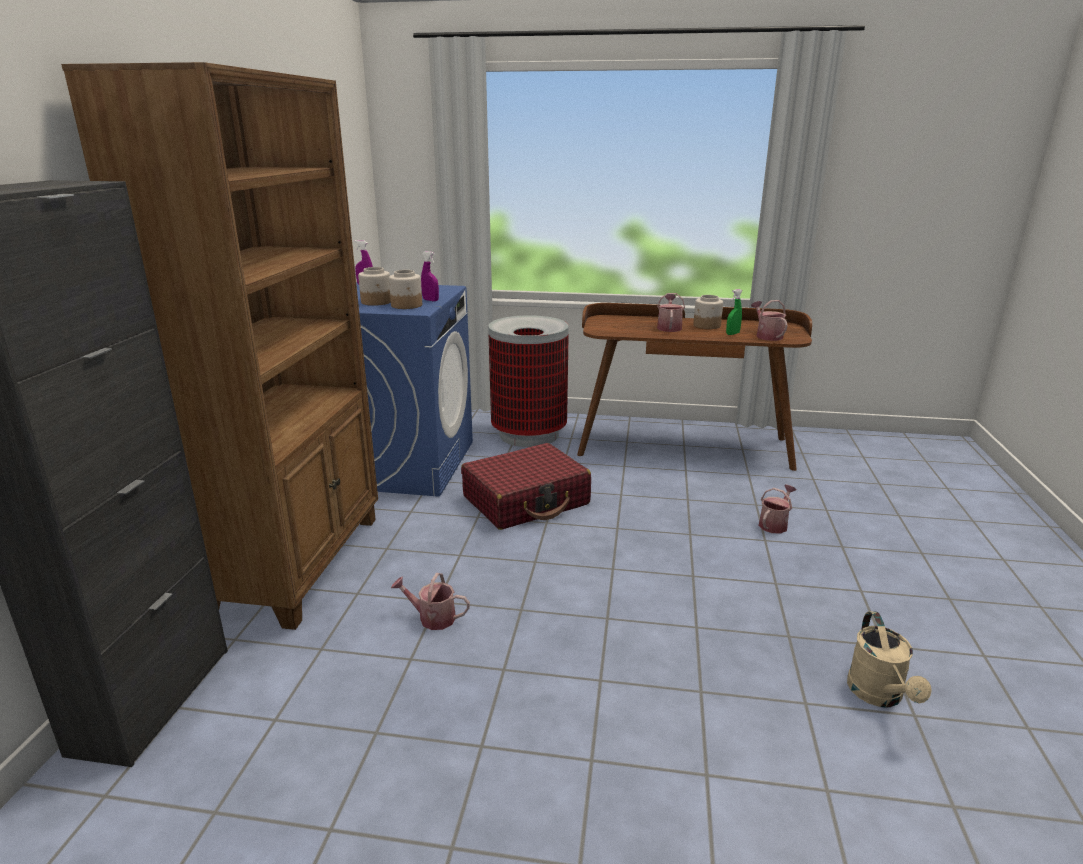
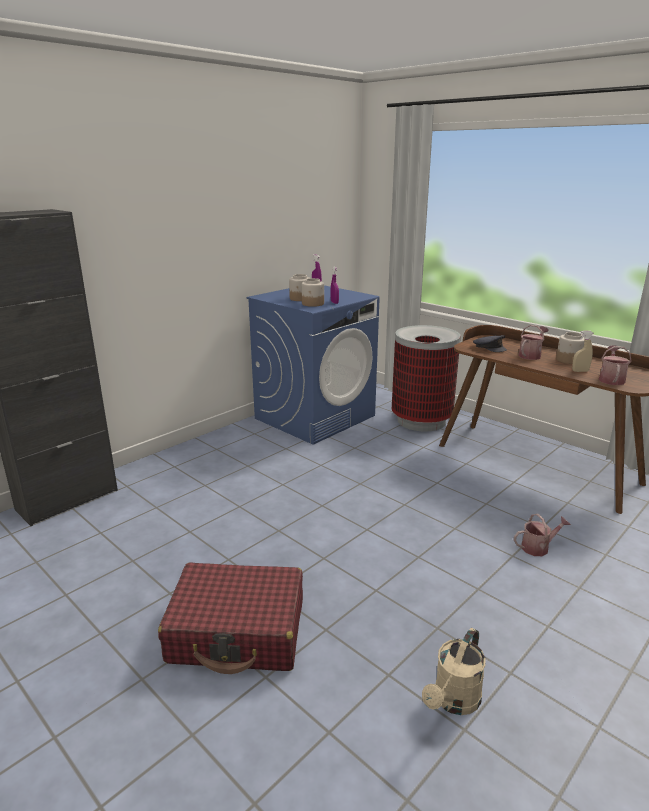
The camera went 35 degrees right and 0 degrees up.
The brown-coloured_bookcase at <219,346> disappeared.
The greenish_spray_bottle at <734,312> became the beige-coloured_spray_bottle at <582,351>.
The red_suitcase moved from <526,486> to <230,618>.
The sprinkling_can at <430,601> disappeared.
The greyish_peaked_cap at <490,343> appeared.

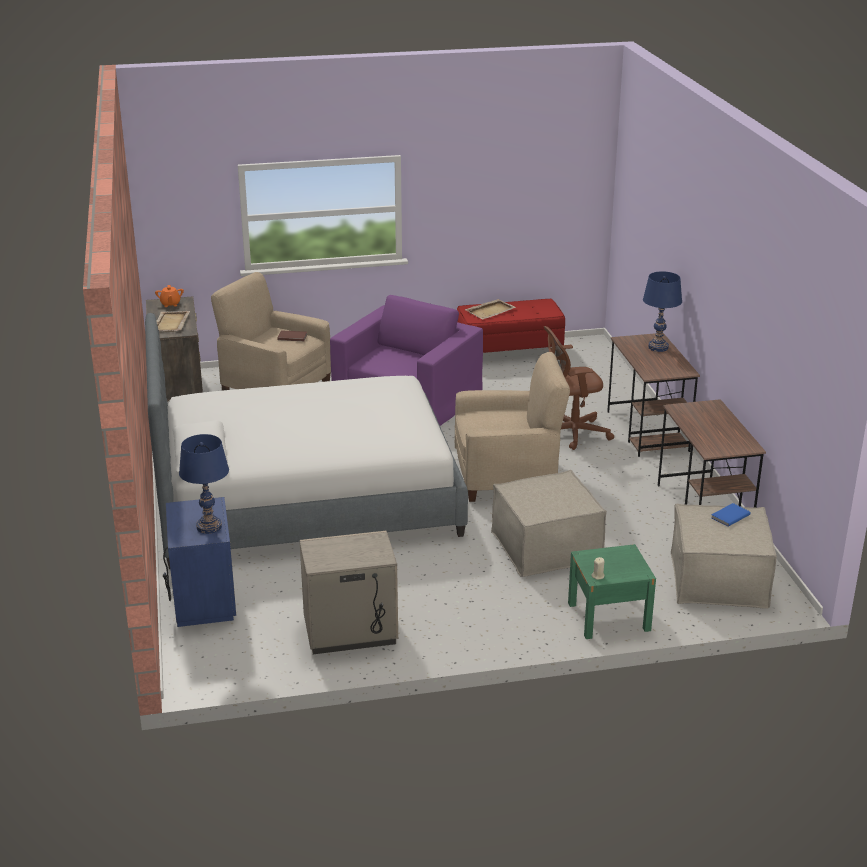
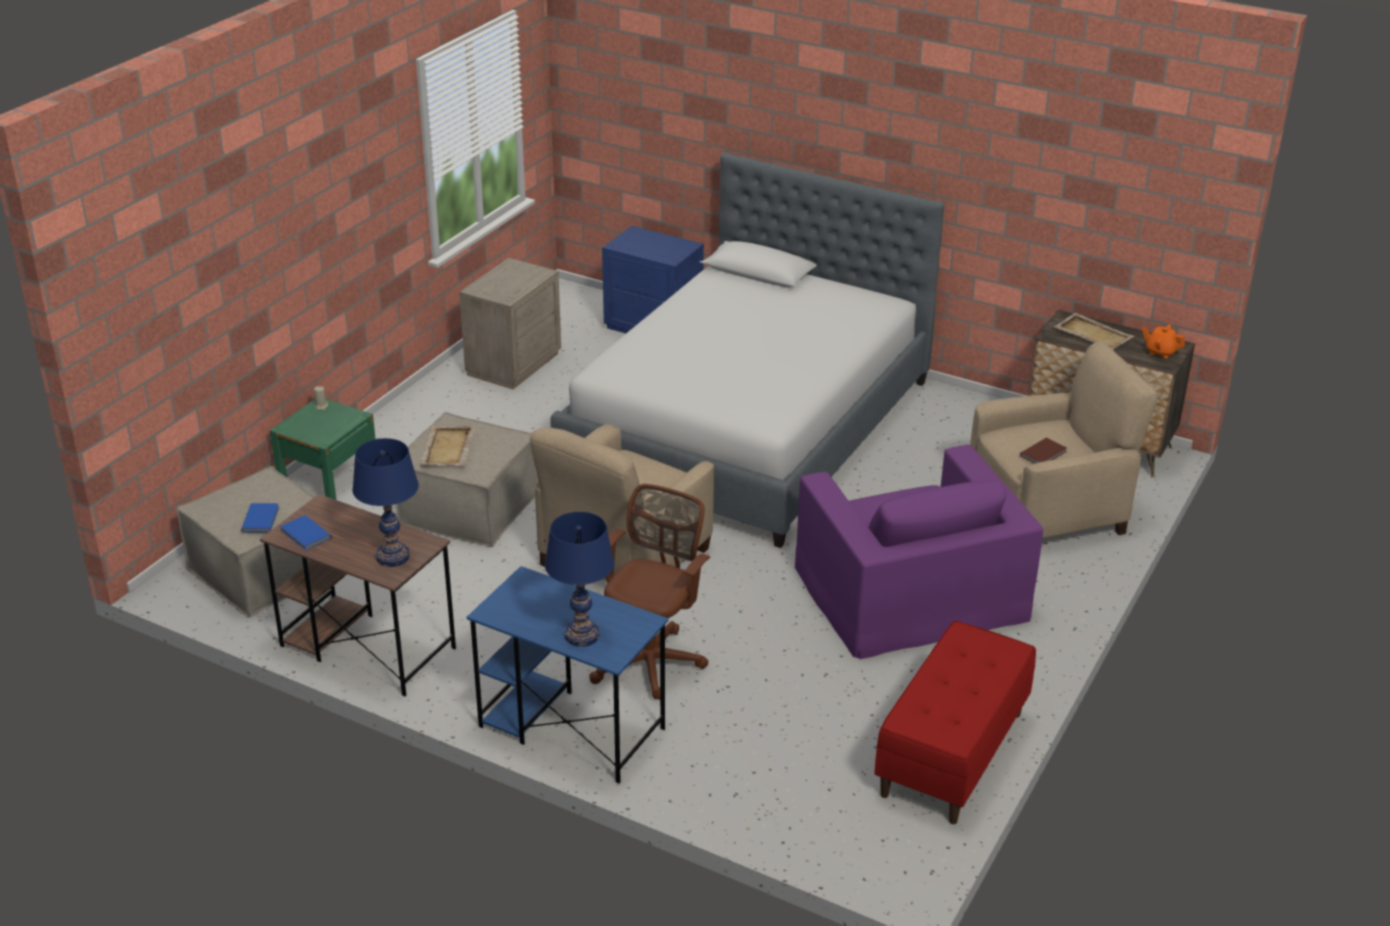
The camera went 130 degrees right and 5 degrees up.
The beige-coloured_tray moved from <490,309> to <447,446>.
The brown-coloured_desk_unit at <653,395> became the blue-coloured_desk_unit at <567,675>.
The blue-coloured_lamp_for_a_table moved from <204,484> to <385,502>.
The blue-coloured_bound_book at <306,533> appeared.

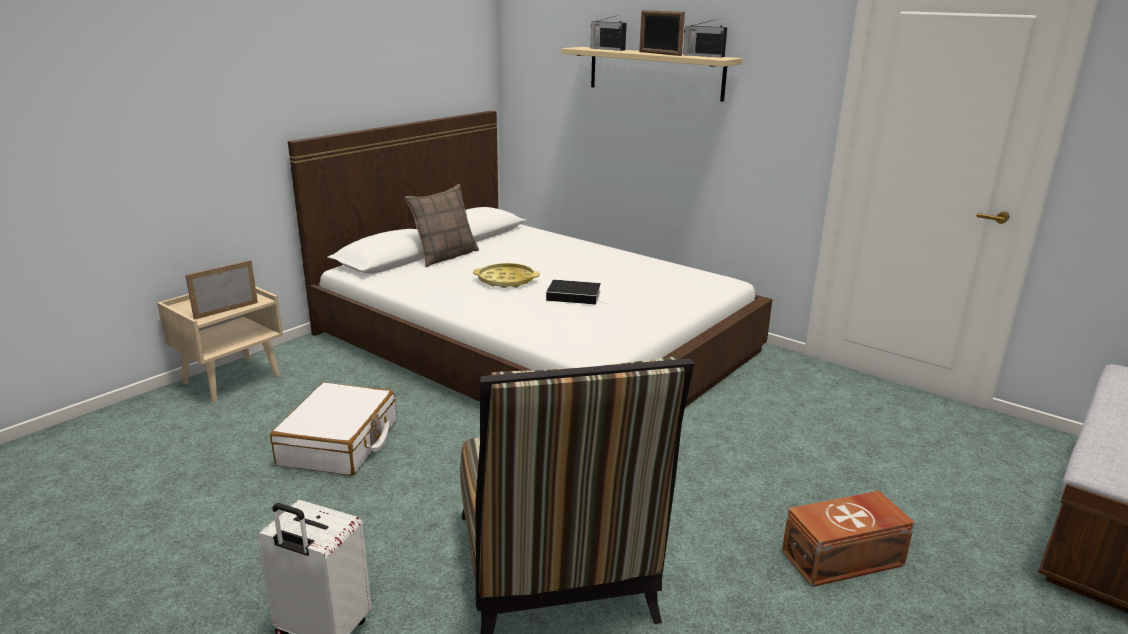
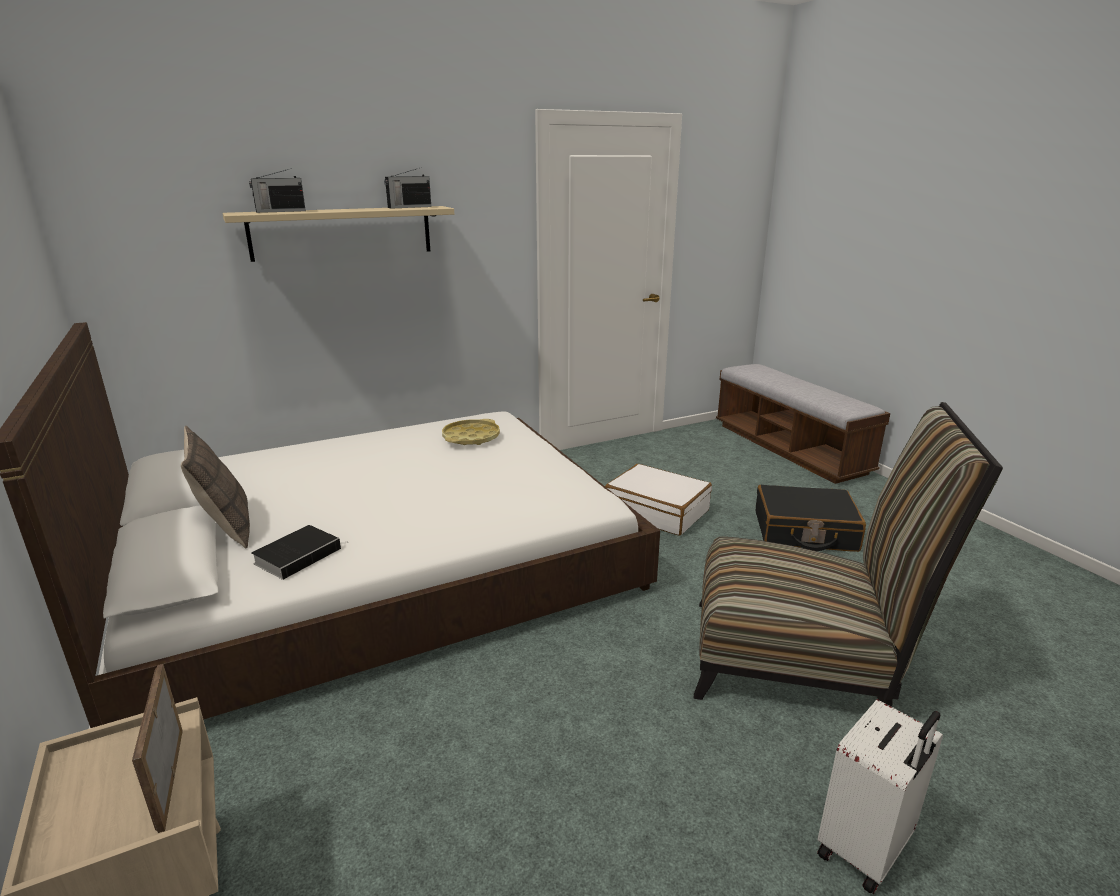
The camera went 65 degrees left and 0 degrees up.
The picture_frame at <662,33> disappeared.
The yellow-coloured_tray moved from <506,275> to <471,432>.
The bound_book moved from <575,292> to <299,552>.
The white_suitcase moved from <333,429> to <658,500>.
The brown-coloured_storage_container at <848,539> was replaced by the black_suitcase at <810,518>.

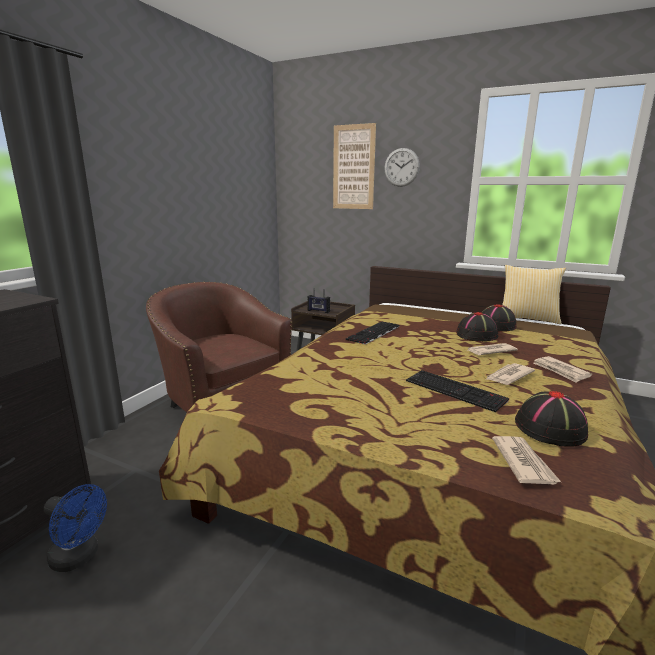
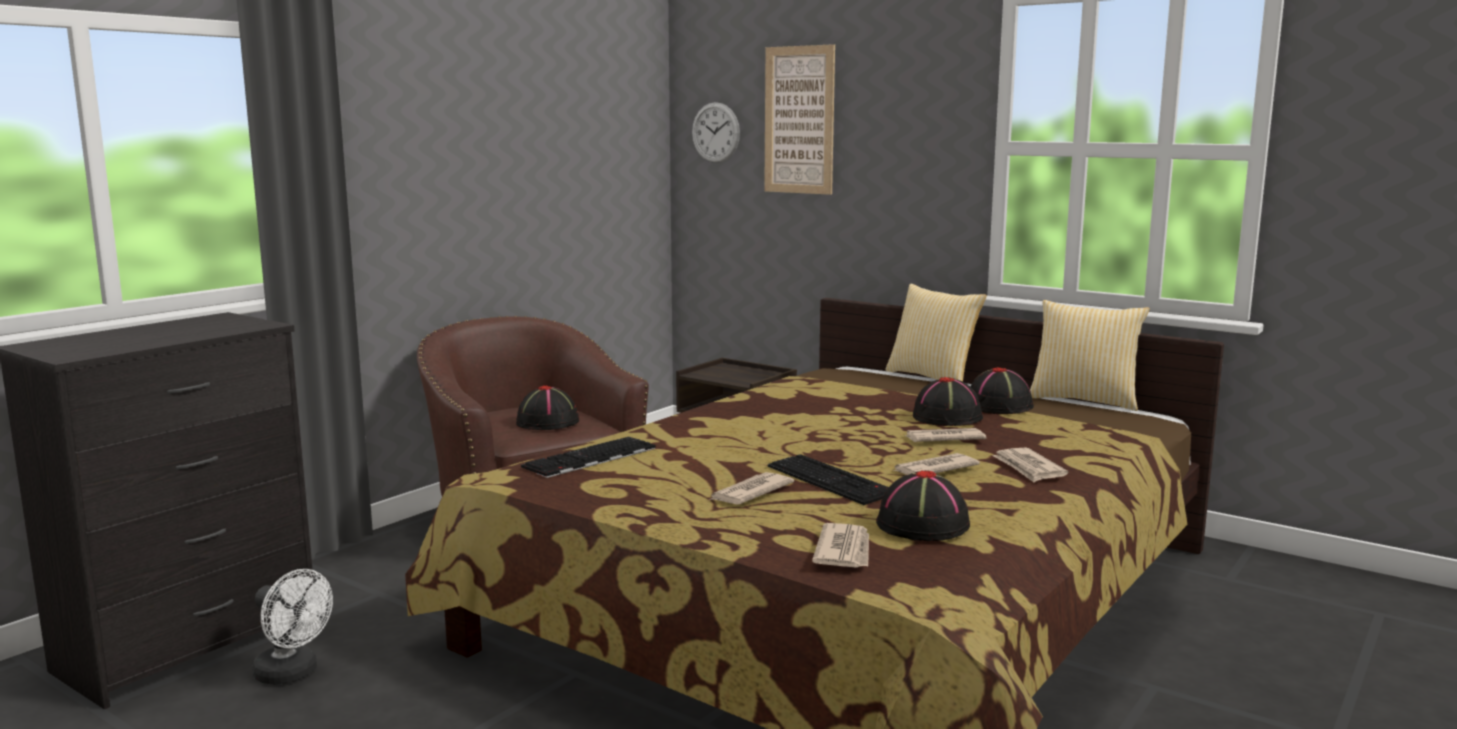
The camera went 10 degrees right and 5 degrees down.
The wall_clock moved from <402,167> to <716,132>.
The radio_receiver at <318,300> disappeared.
The keyboard moved from <372,333> to <588,457>.
The blue-coloured_cooling_fan at <75,528> became the white_cooling_fan at <292,627>.
The pillow at <936,333> appeared.
The black_hat at <547,407> appeared.
The printed_paper at <751,488> appeared.

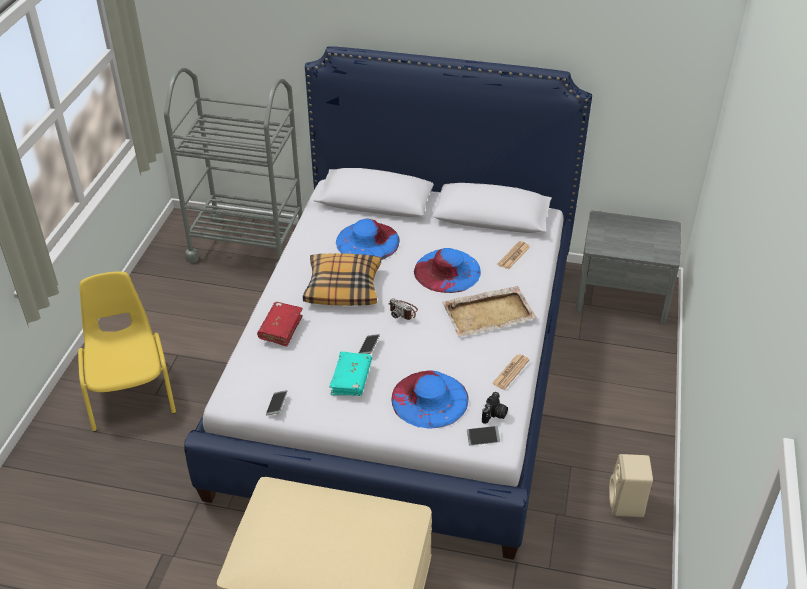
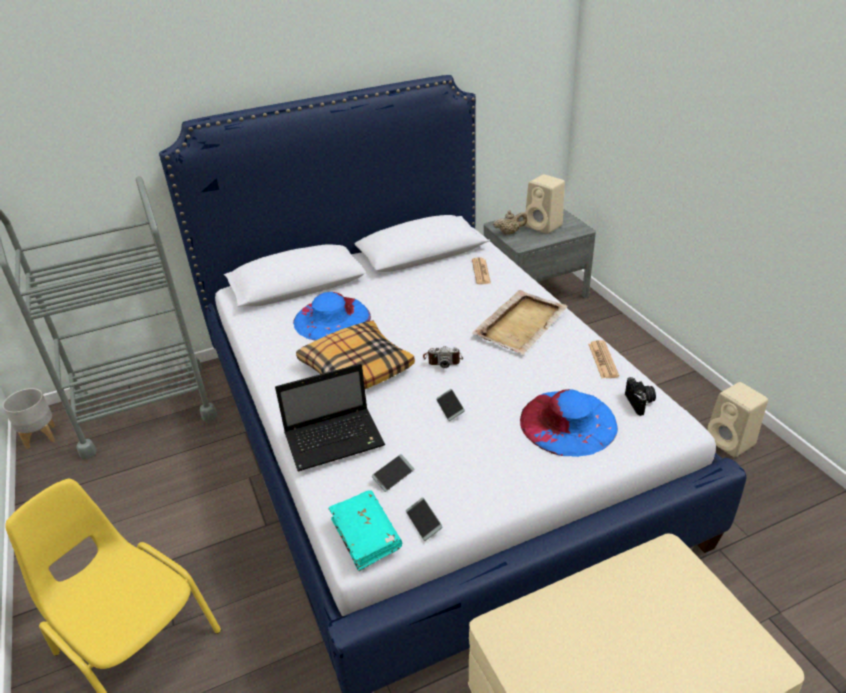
The camera went 35 degrees left and 5 degrees down.
The blue-coloured_hat at <447,270> disappeared.
The red_bound_book at <280,324> was replaced by the notebook_computer at <330,417>.
The blue-green_bound_book moved from <350,374> to <365,530>.
The phone moved from <483,435> to <393,473>.
The beige-coloured_audio_speaker at <545,204> appeared.
The beige-coloured_tea_pot at <510,223> appeared.
The greyish_planter at <29,418> appeared.

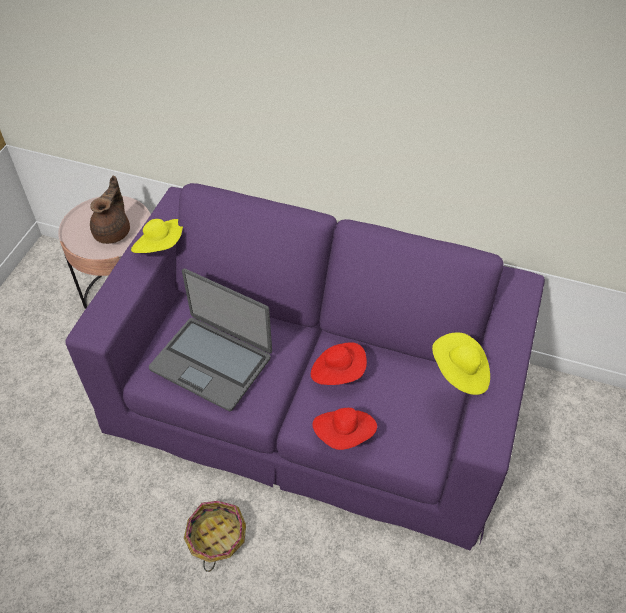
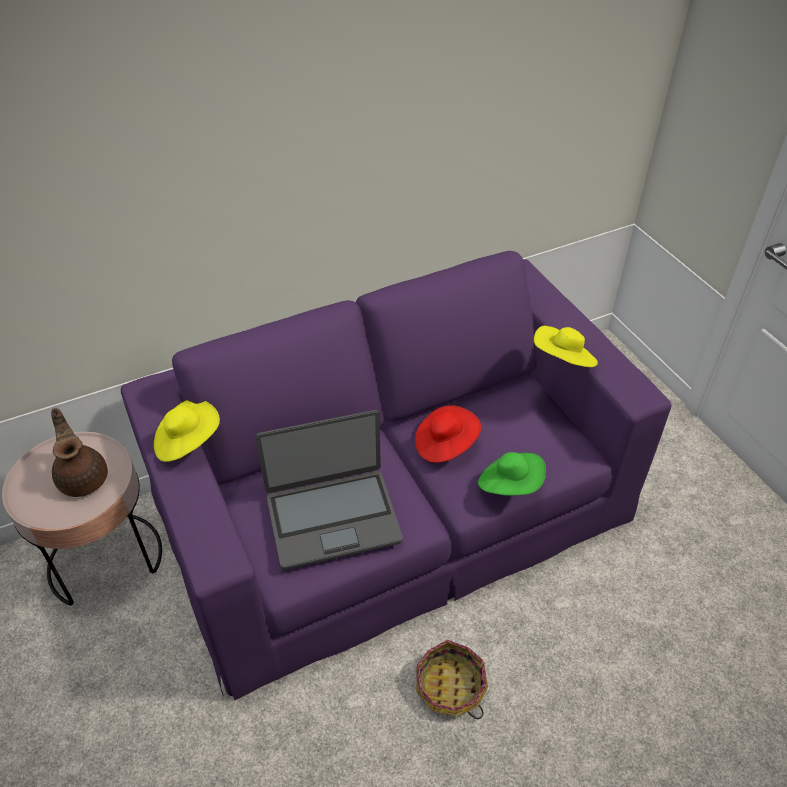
The camera went 45 degrees left and 5 degrees down.
The red_hat at <344,429> became the greenish_hat at <512,473>.

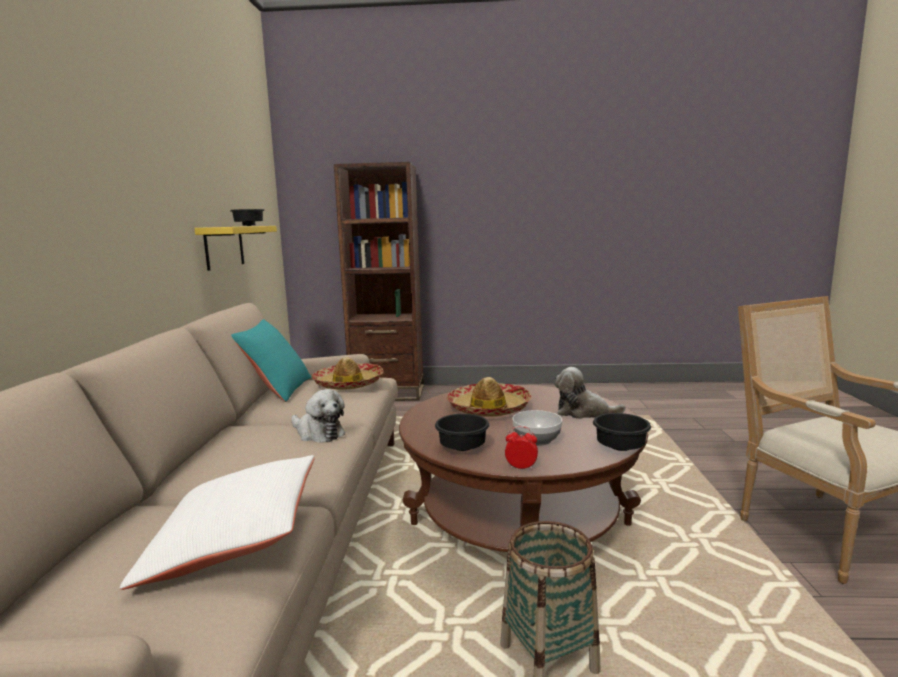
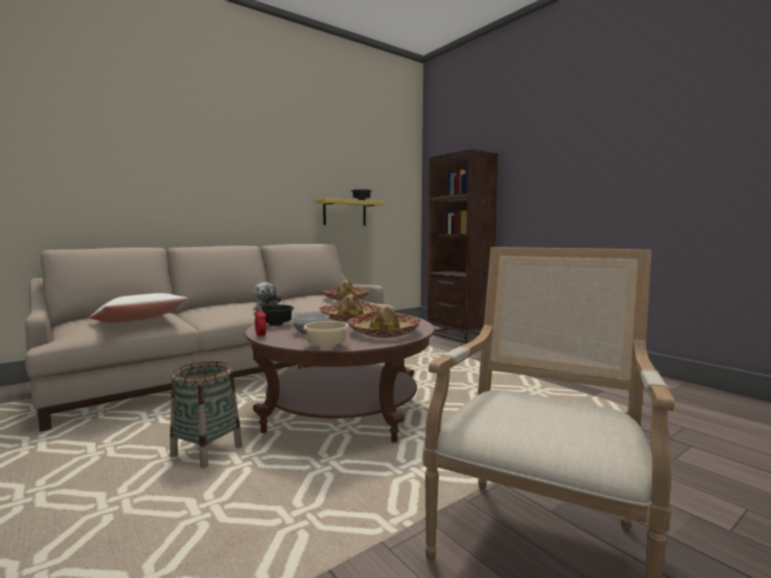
The camera went 50 degrees right and 5 degrees down.
The blue-green_pillow at <271,360> disappeared.
The cuddly_toy at <590,393> was replaced by the hat at <384,321>.
The black_deep_dish at <622,432> became the beige-coloured_deep_dish at <326,334>.

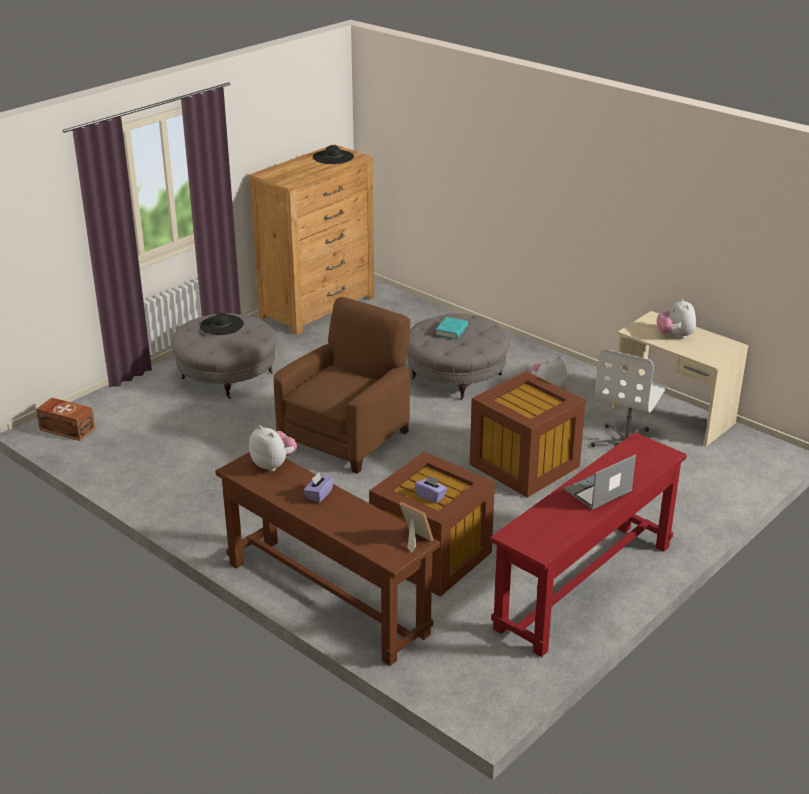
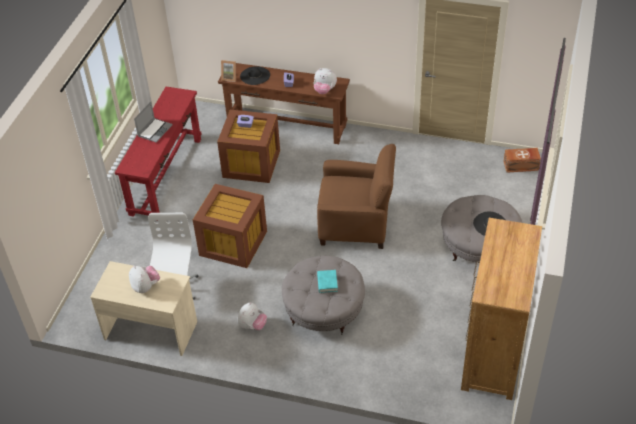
The camera went 155 degrees right and 15 degrees up.
The black_hat moved from <333,154> to <255,75>.
The brown-coloured_lounge_chair at <341,385> turned 90 degrees counterclockwise.

